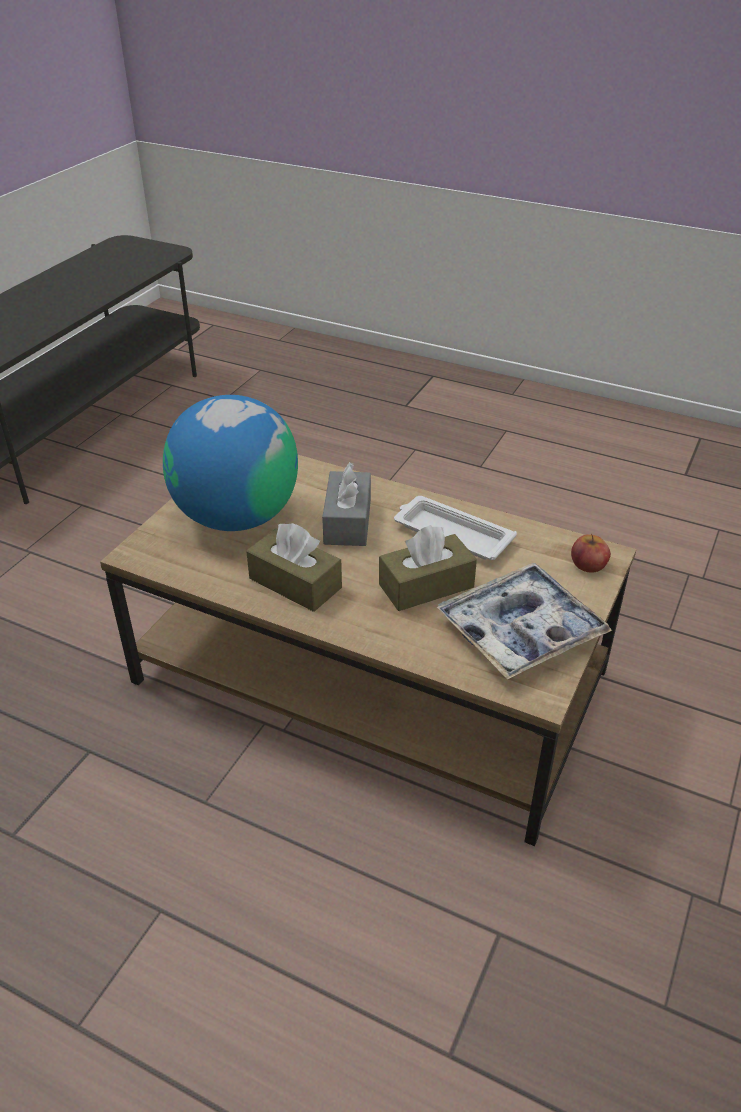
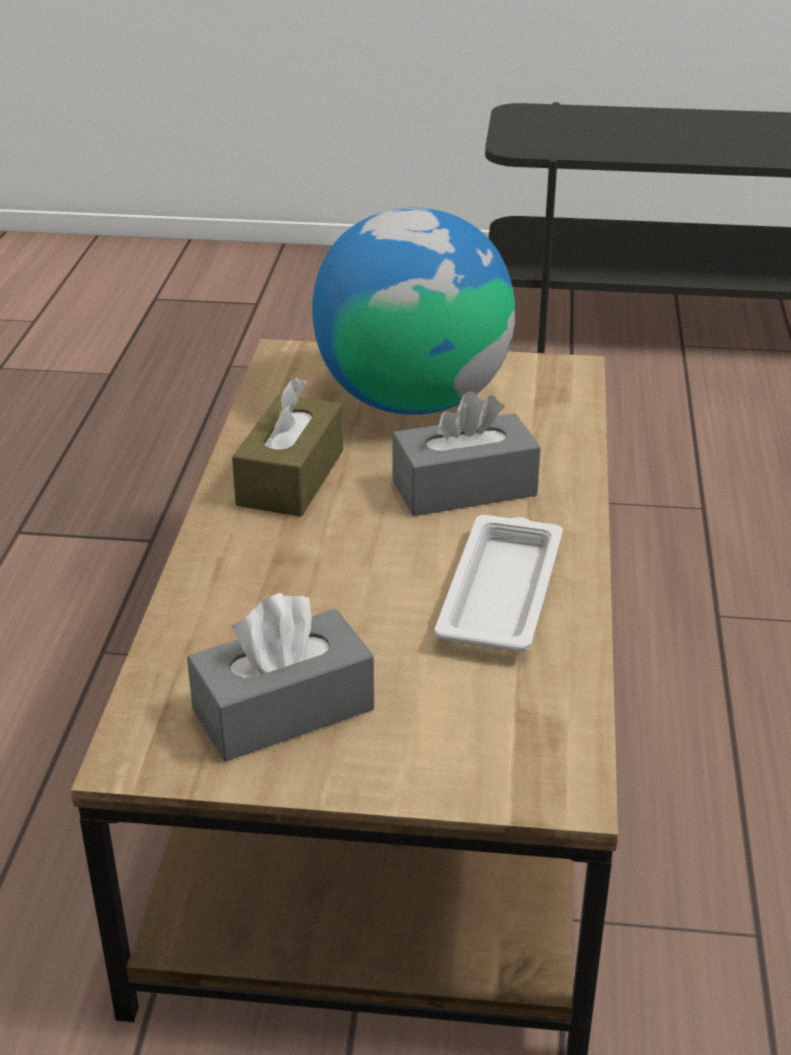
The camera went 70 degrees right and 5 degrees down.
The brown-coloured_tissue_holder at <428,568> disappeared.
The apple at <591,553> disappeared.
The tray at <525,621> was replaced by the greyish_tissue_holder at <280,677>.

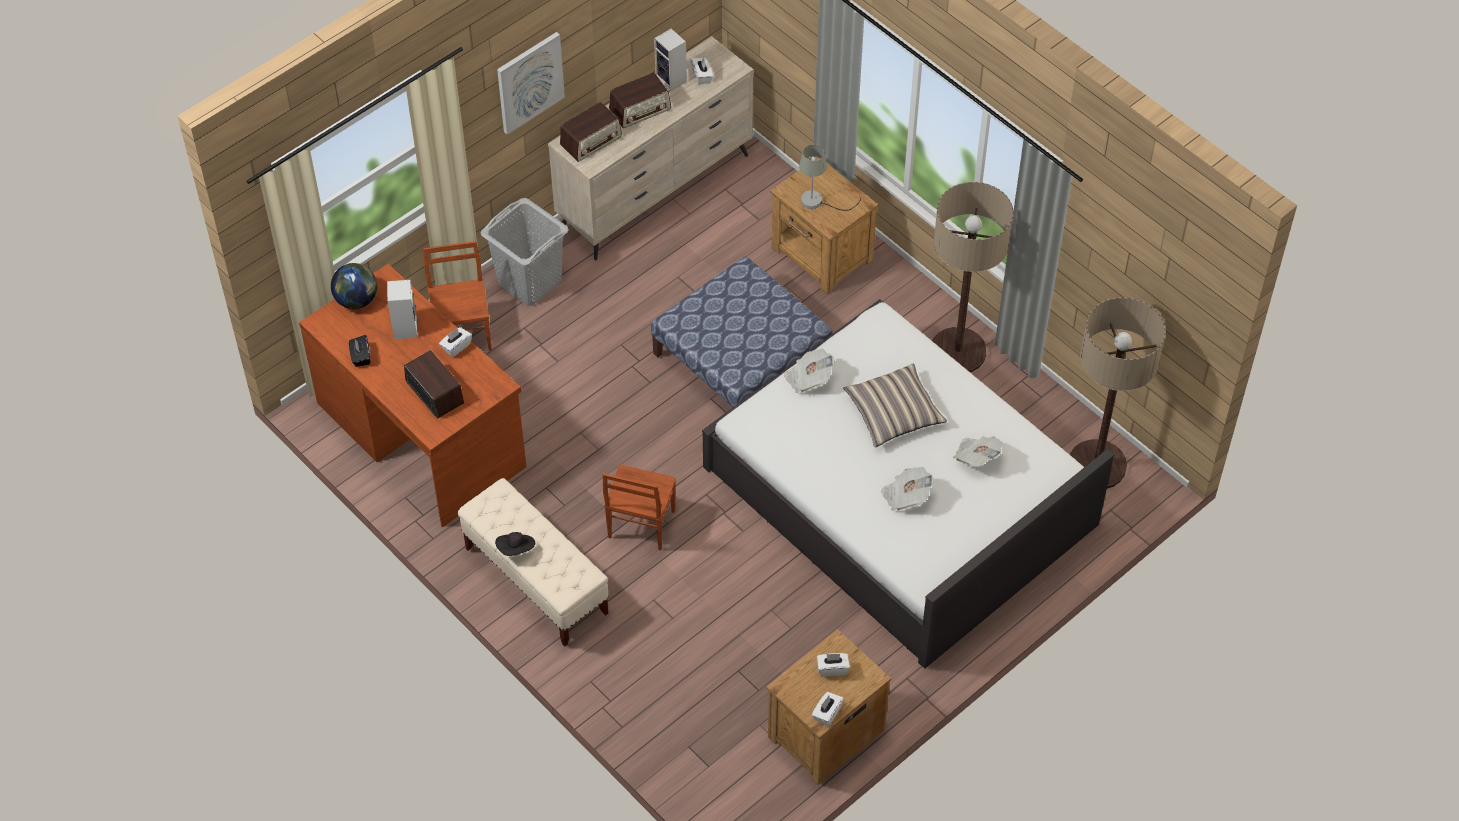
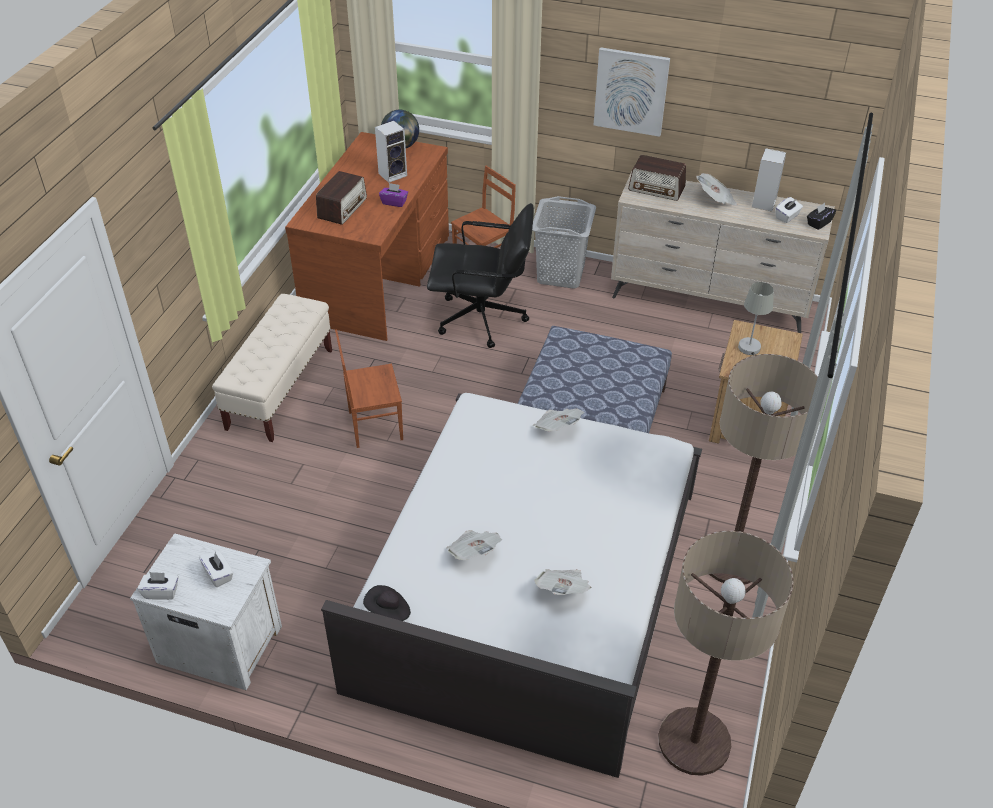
The camera went 60 degrees right and 10 degrees down.
The radio_receiver at <640,100> was replaced by the printed_paper at <716,189>.
The white_tissue_holder at <455,342> became the purple-coloured_tissue_holder at <393,195>.
The black_tissue_holder moved from <359,351> to <821,216>.
The pillow at <895,405> disappeared.
The black_hat moved from <515,544> to <387,603>.
The brown-coloured_night_table at <828,707> became the white_night_table at <206,612>.
The black_office_chair at <480,275> appeared.

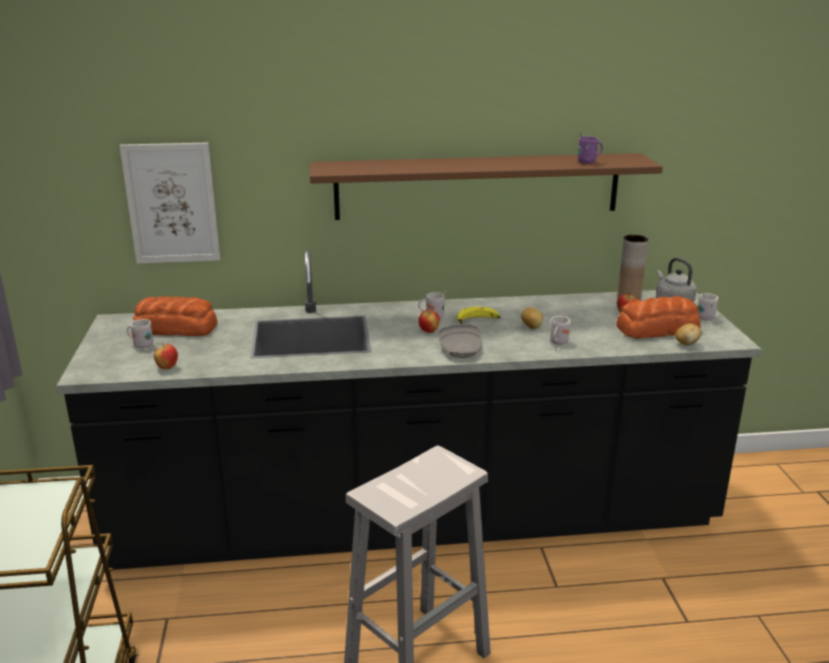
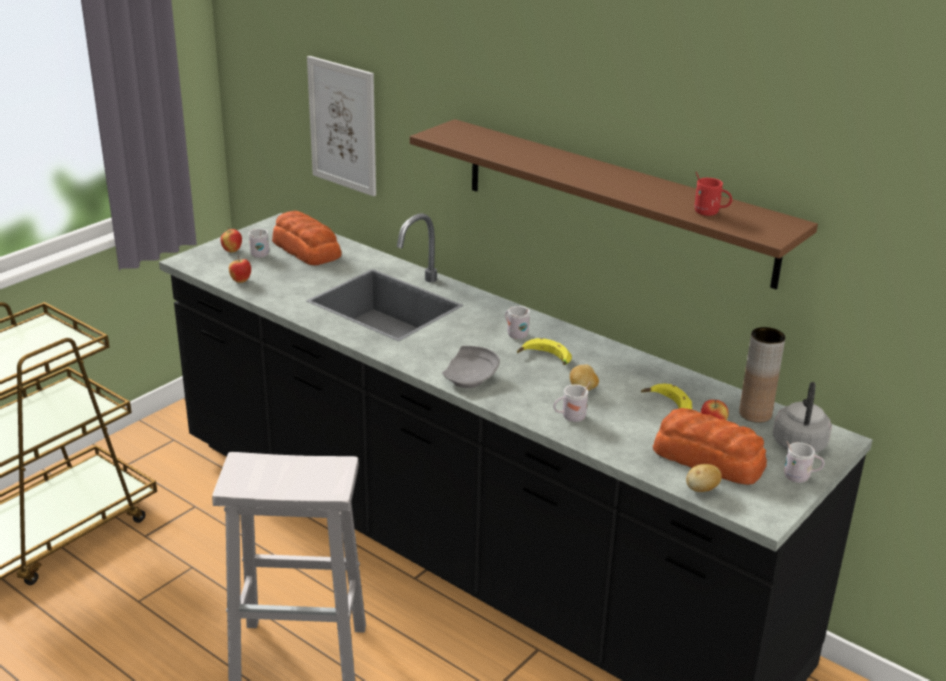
The camera went 45 degrees right and 5 degrees up.
The purple-coloured_tea_mug at <590,148> became the red_tea_mug at <713,194>.
The apple moved from <429,321> to <231,240>.
The banana at <666,397> appeared.

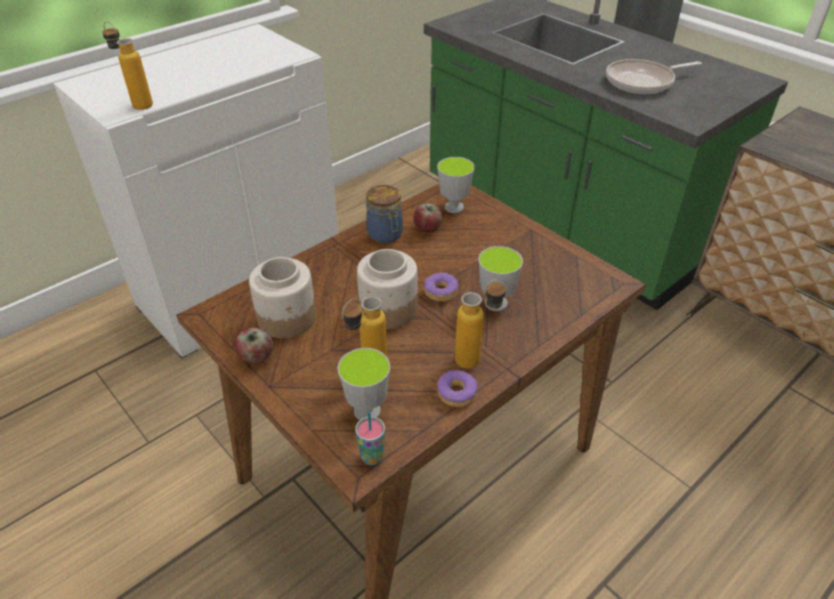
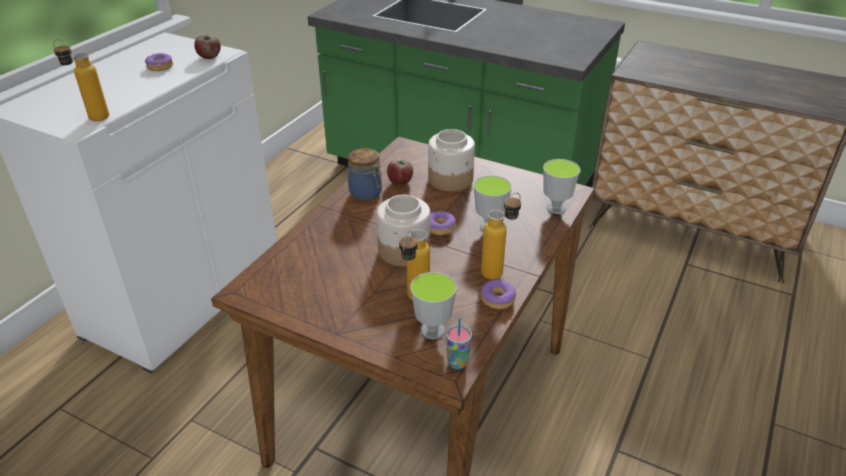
The camera went 20 degrees left and 5 degrees down.
The skillet at <654,76> disappeared.
The drinking_cup moved from <456,185> to <561,186>.
The storage_jar moved from <282,297> to <451,160>.
The apple moved from <254,345> to <207,47>.
The doughnut at <159,62> appeared.

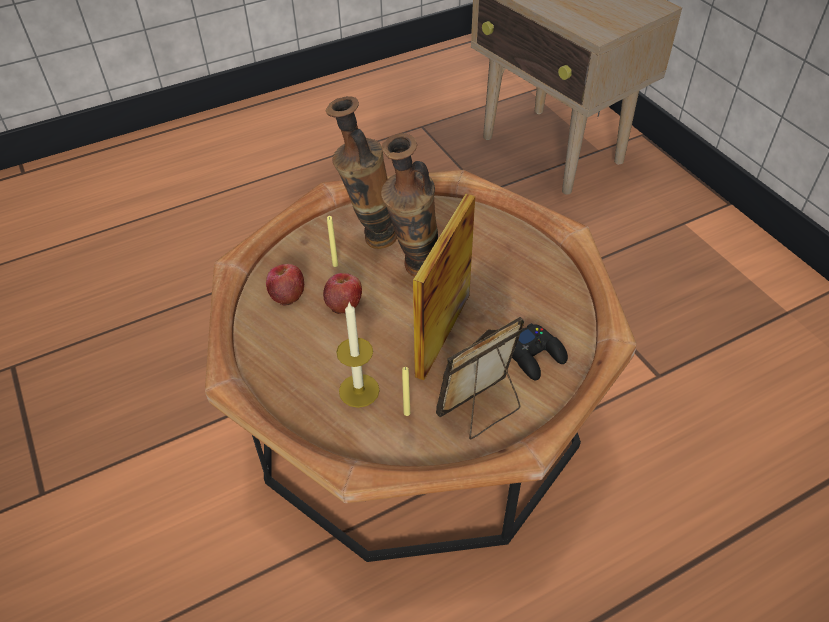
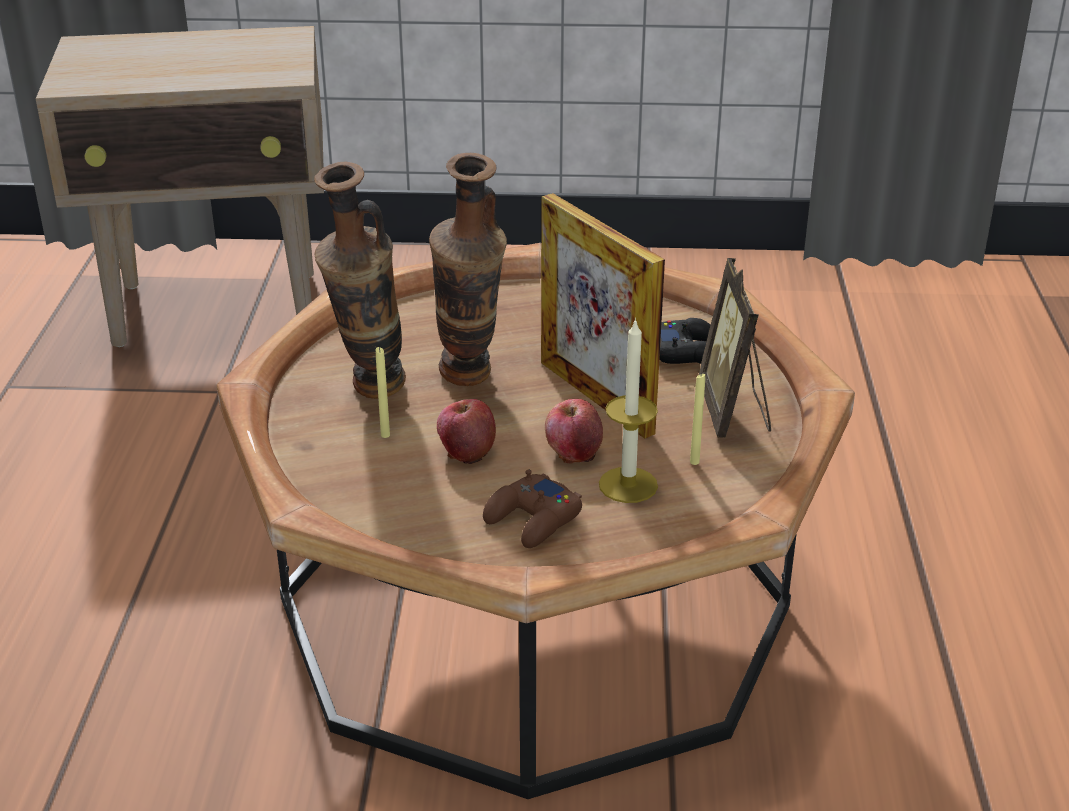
The camera went 60 degrees left and 15 degrees down.
The apple moved from <285,285> to <574,431>.
The brown-coloured_gamepad at <532,508> appeared.

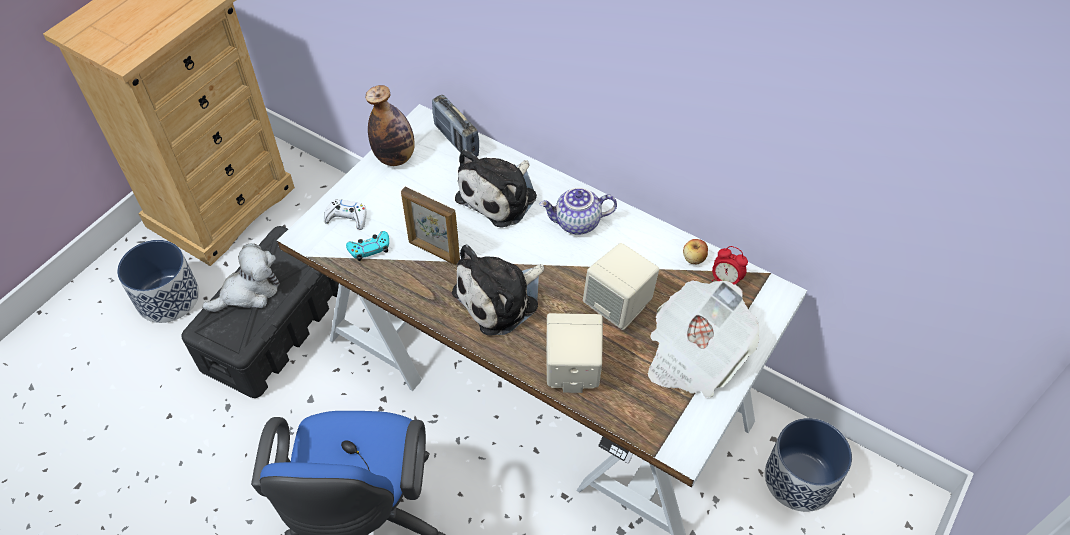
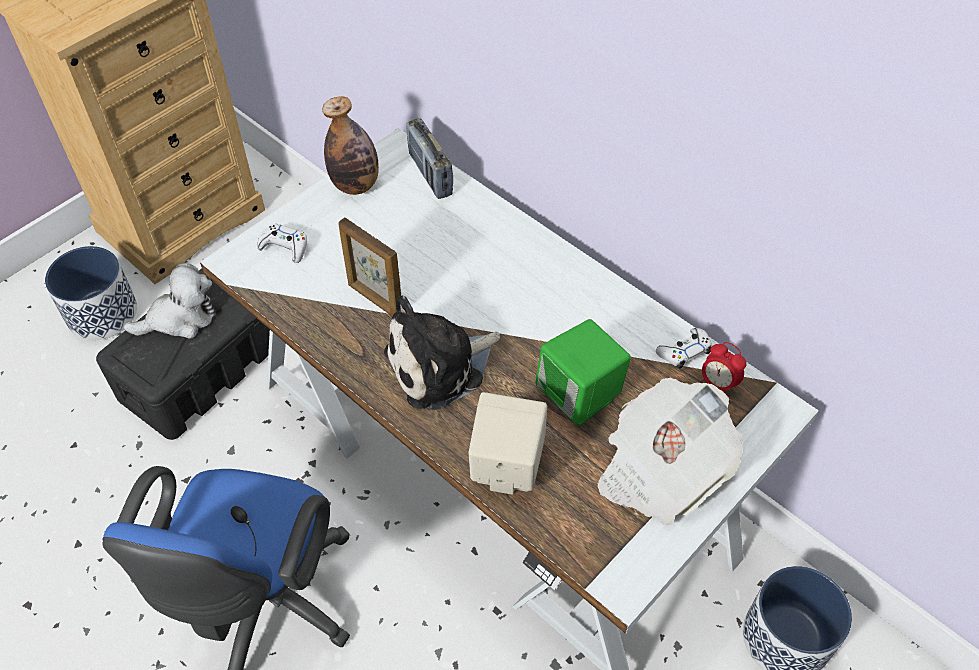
The camera went 10 degrees right and 0 degrees up.
The cuddly_toy at <496,188> disappeared.
The tea_pot at <578,211> disappeared.
The blue-green_gamepad at <367,246> disappeared.
The apple at <695,251> was replaced by the white_gamepad at <684,348>.
The beige-coloured_audio_speaker at <621,286> became the greenish_audio_speaker at <583,372>.

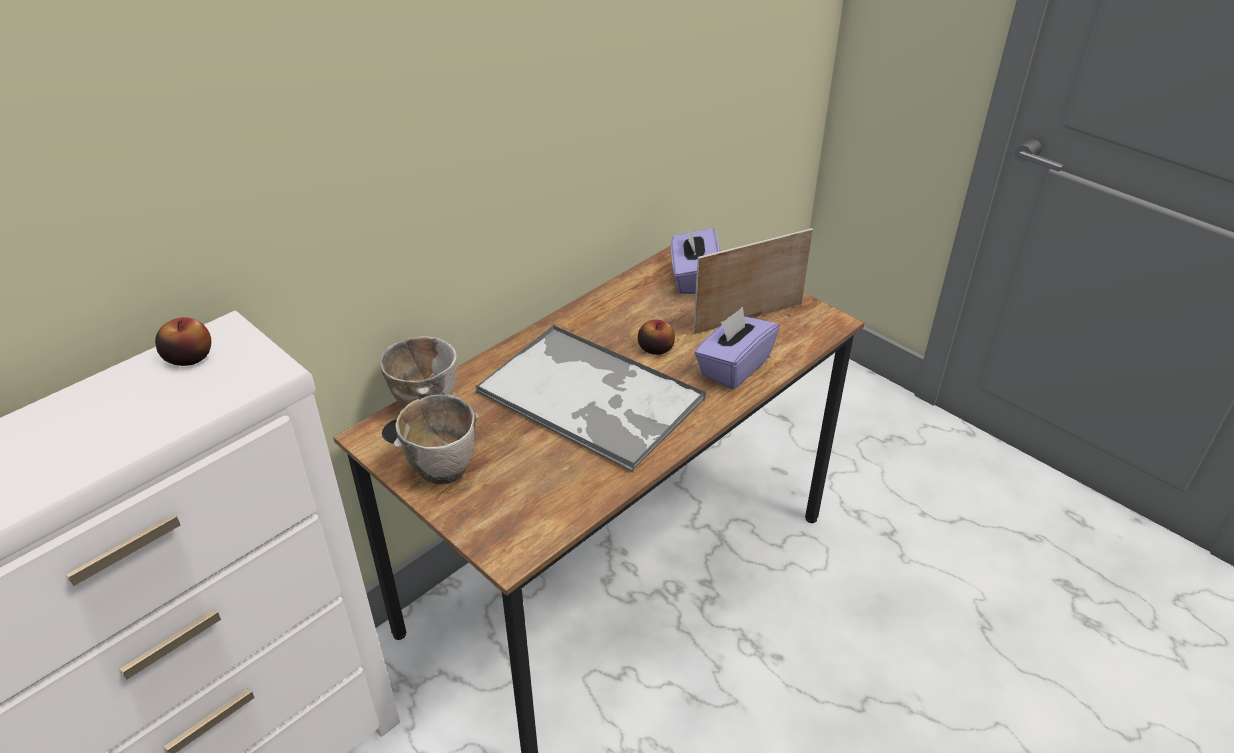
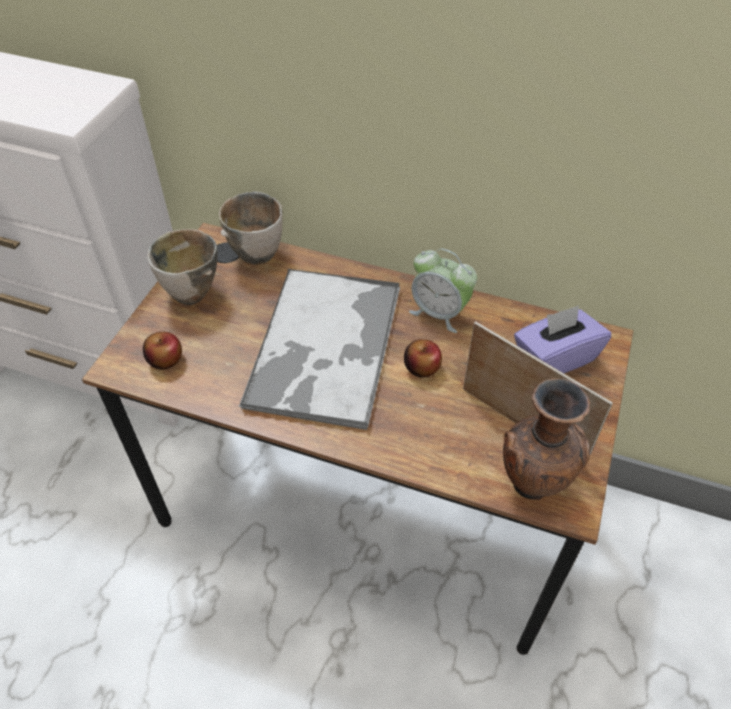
The camera went 65 degrees right and 10 degrees up.
The purple-coloured_tissue_holder at <736,348> disappeared.
The apple moved from <183,341> to <162,351>.
The bedside_clock at <443,291> appeared.
The brown-coloured_vase at <546,439> appeared.

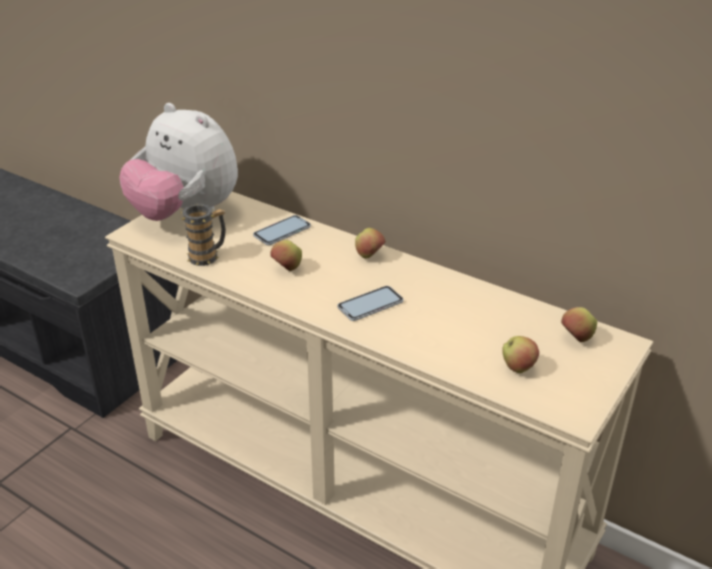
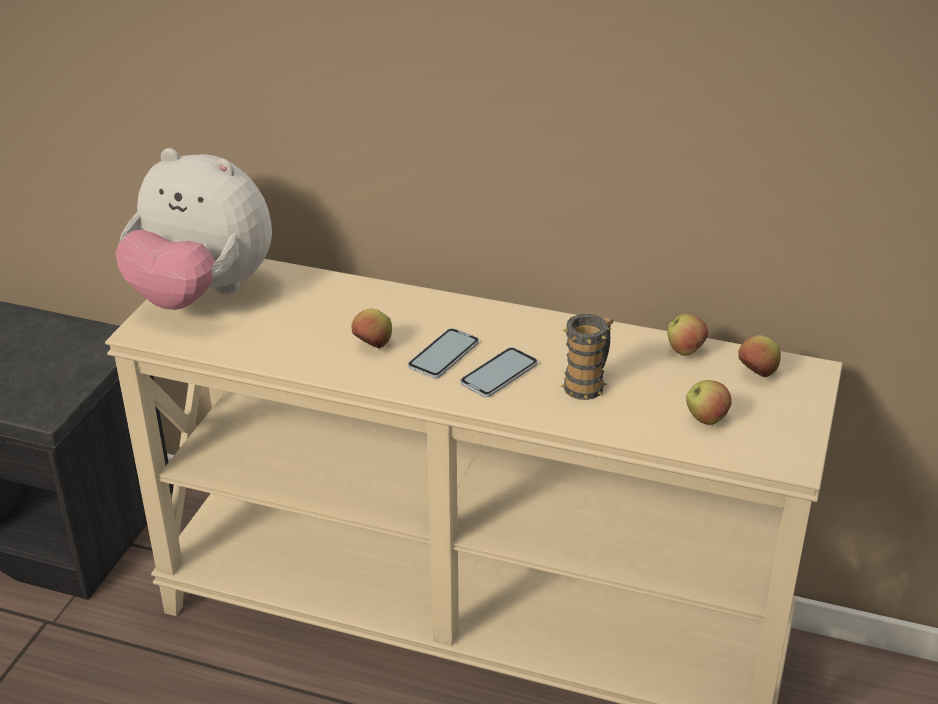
The camera went 15 degrees left and 0 degrees up.
The tea_mug moved from <203,235> to <587,357>.
The phone moved from <282,230> to <443,353>.
The apple moved from <370,243> to <687,335>.

